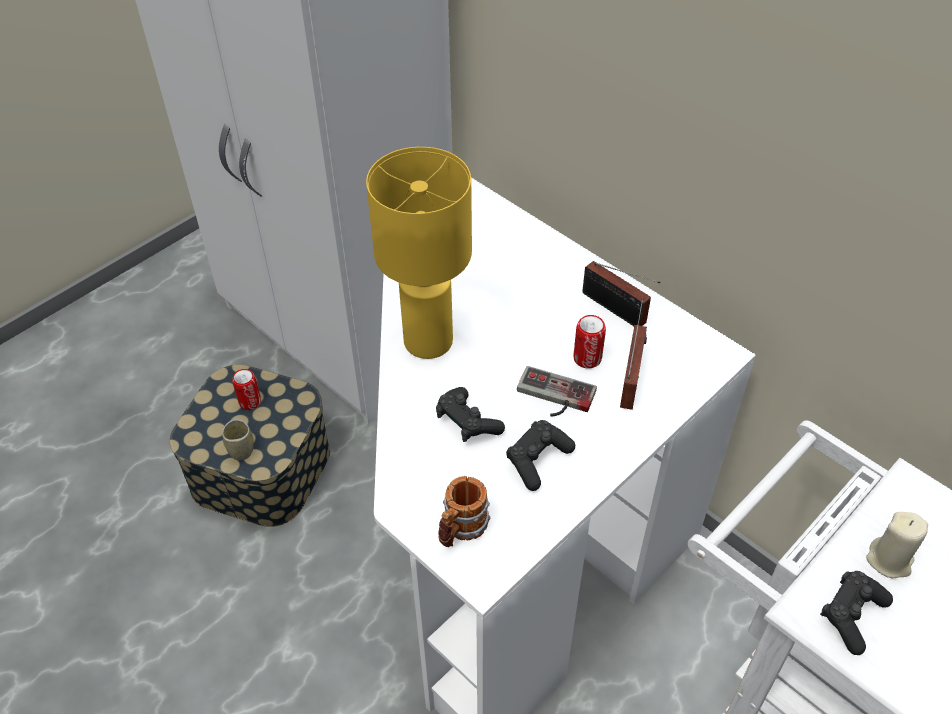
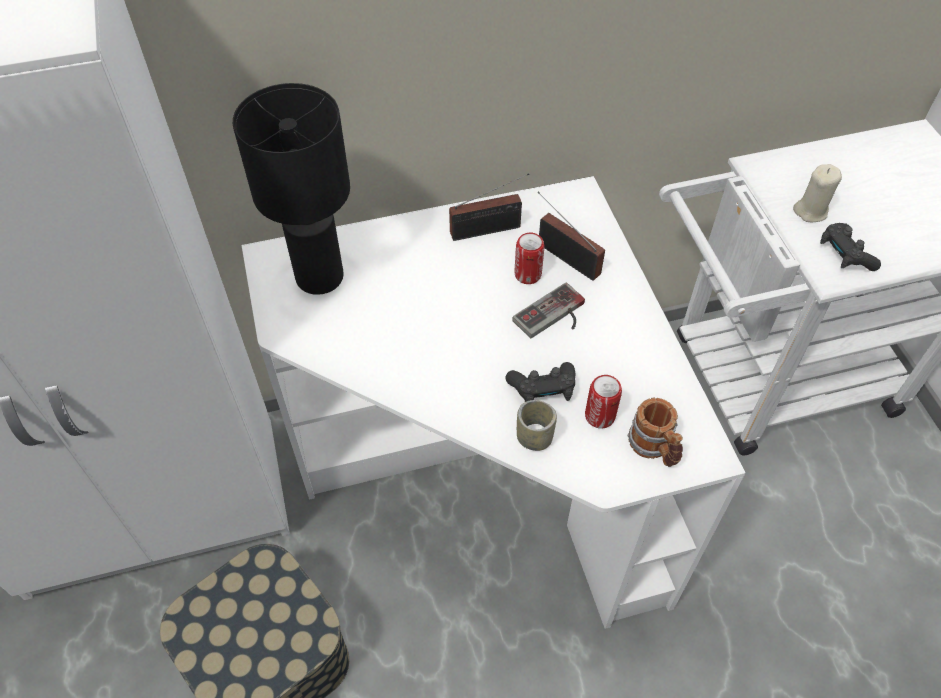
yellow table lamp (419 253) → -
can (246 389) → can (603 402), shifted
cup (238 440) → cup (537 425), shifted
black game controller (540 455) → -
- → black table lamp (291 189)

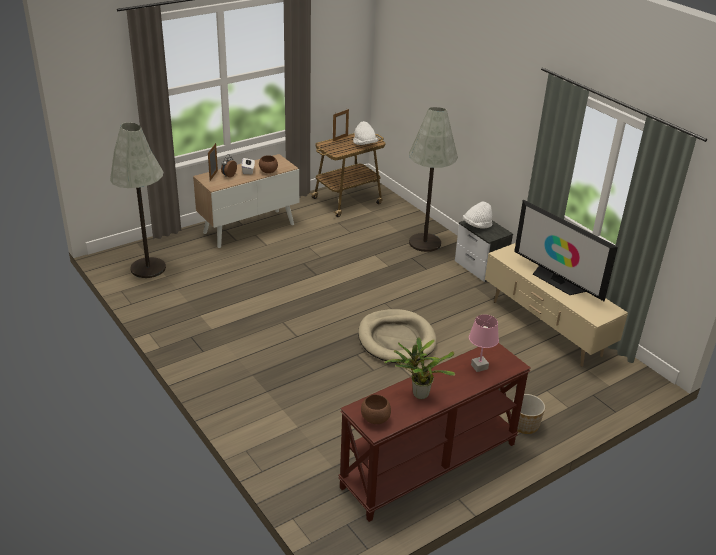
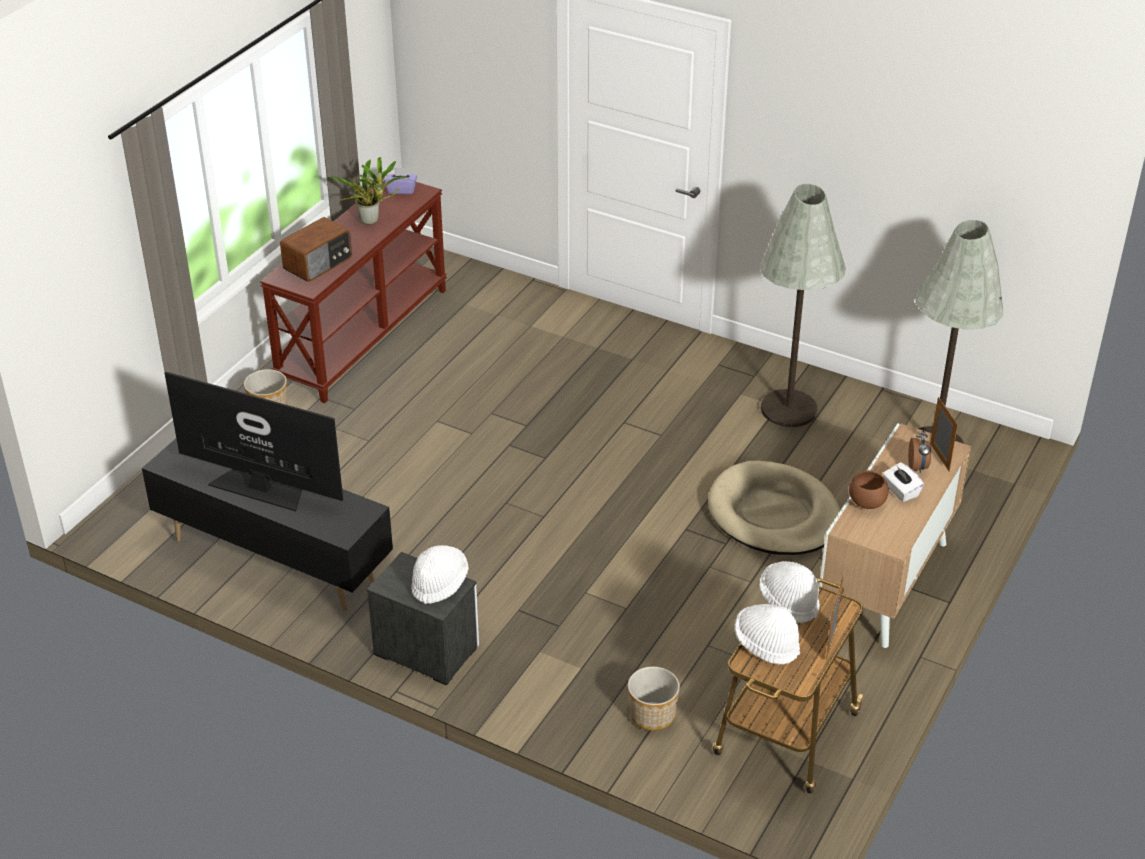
grey floor lamp (433 179) → grey floor lamp (803 305), shifted
beige tv stand (556 305) → black tv stand (267 525)
beige dog bed (397 336) → beige dog bed (774 508), shifted
pink table lamp (484 343) → radio (316 249)
brown bowl (376 409) → purple tissue box (400 180)
- → white hat (789 592)
- → planter (654 698)

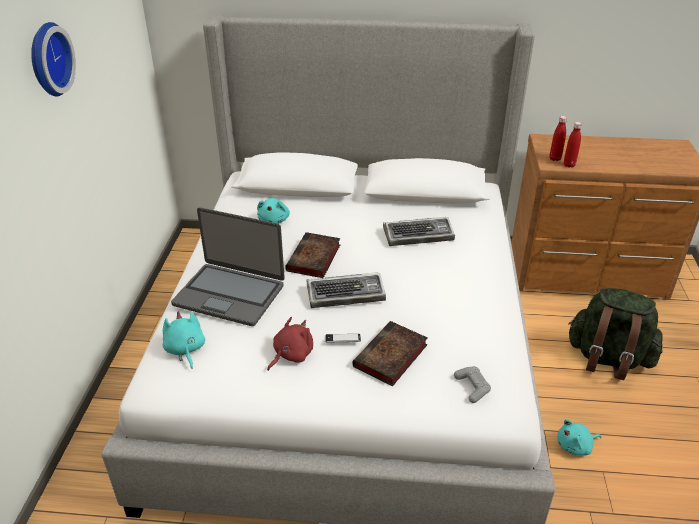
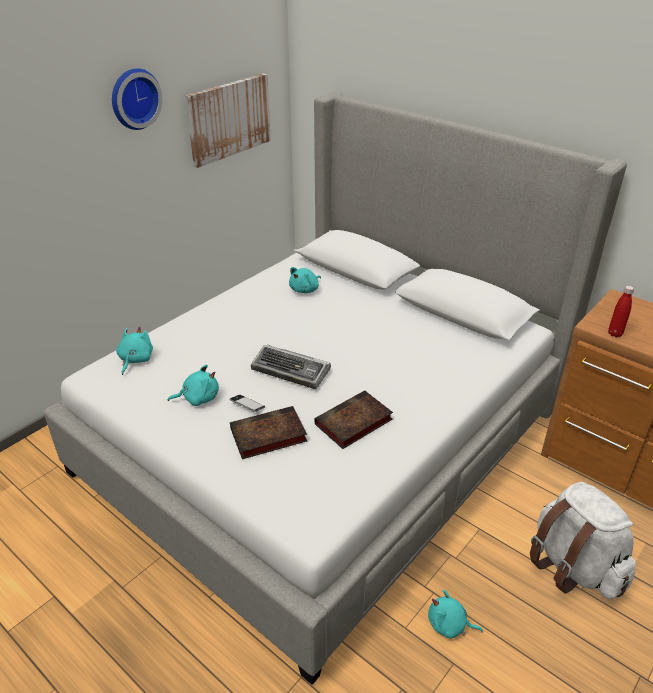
red bottle (558 138) → -
laptop (228 266) → -
keyboard (419 231) → -
book (312 255) → book (353 419), shifted
green backpack (615 334) → white backpack (583 540)
red plush toy (290 344) → turquoise plush toy (193 385)
grey game controller (472 384) → -
- → picture (228 121)

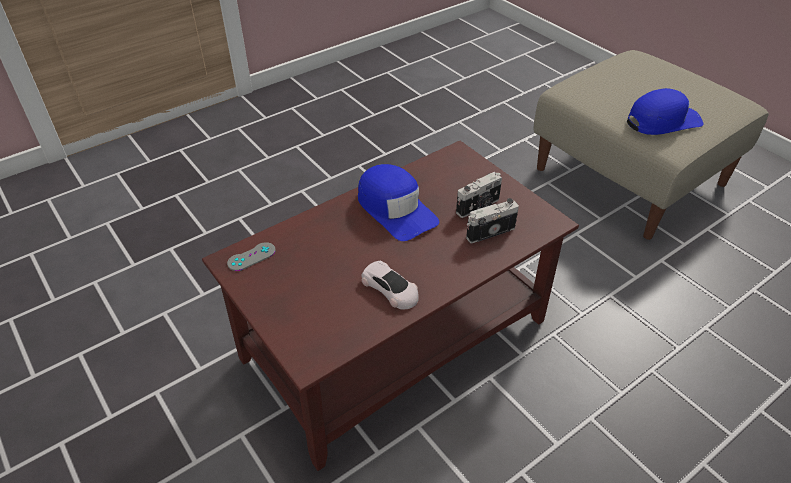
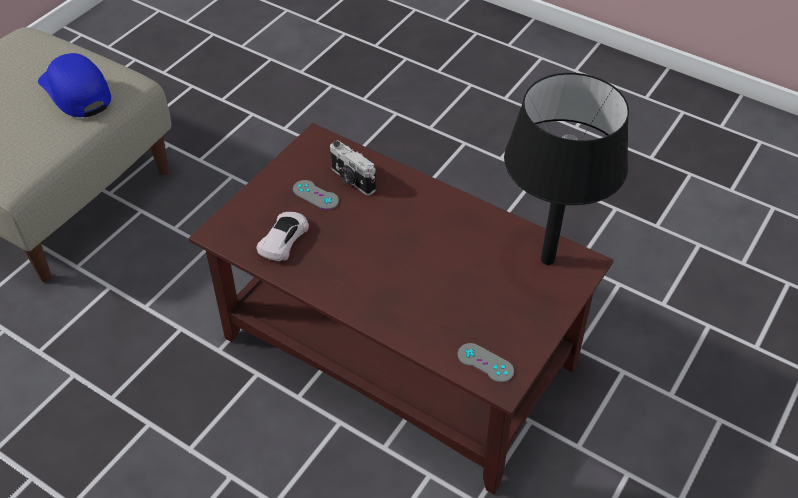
blue cap (398 202) → -
photo camera (479 195) → grey game controller (316 195)
white toy car (390 285) → white toy car (282 236), shifted
- → black table lamp (566 169)

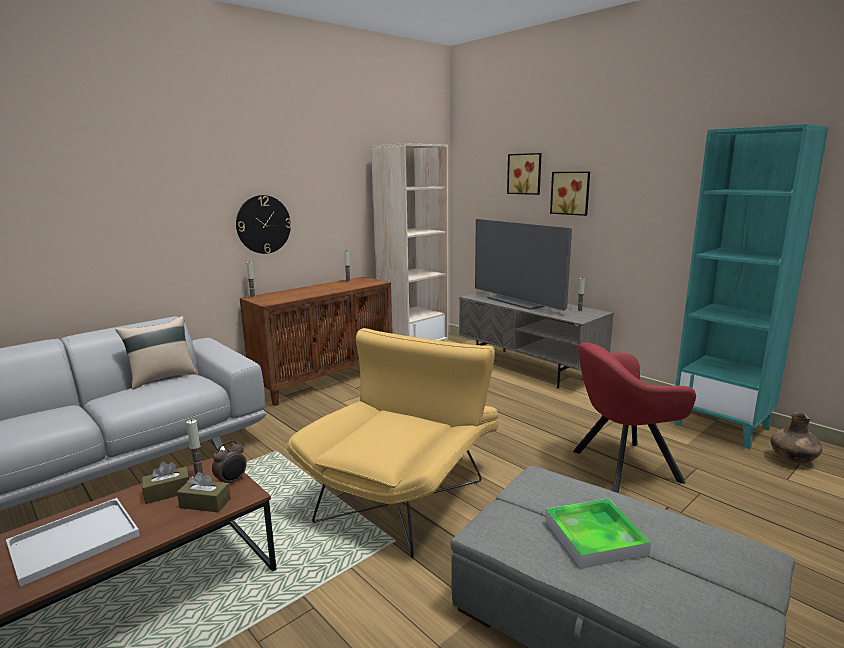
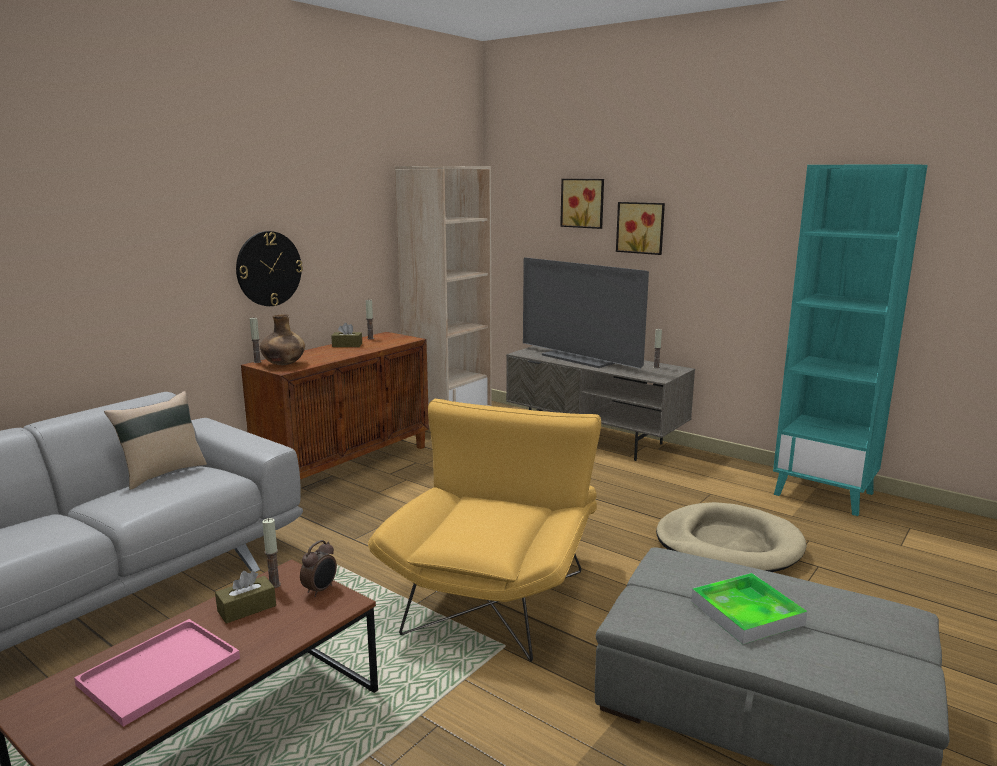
red armchair (634 417) → beige dog bed (731 537)
brown vase (796 438) → brown vase (282 339), shifted
brown tissue box (204 492) → brown tissue box (346 335), shifted
white tray (73 542) → pink tray (157 673)

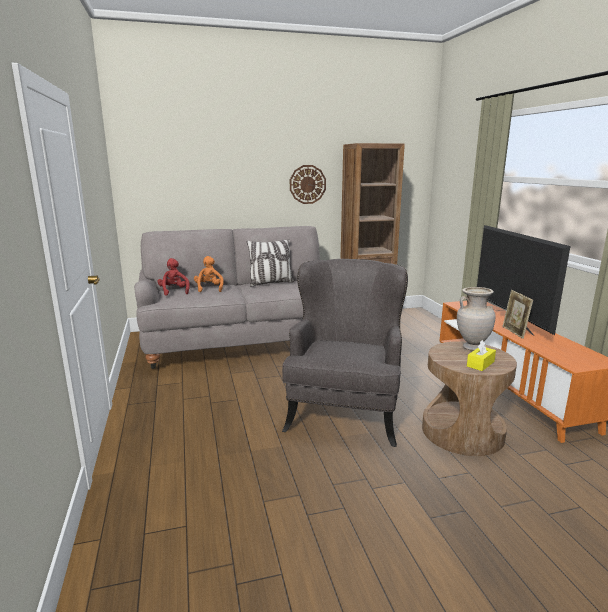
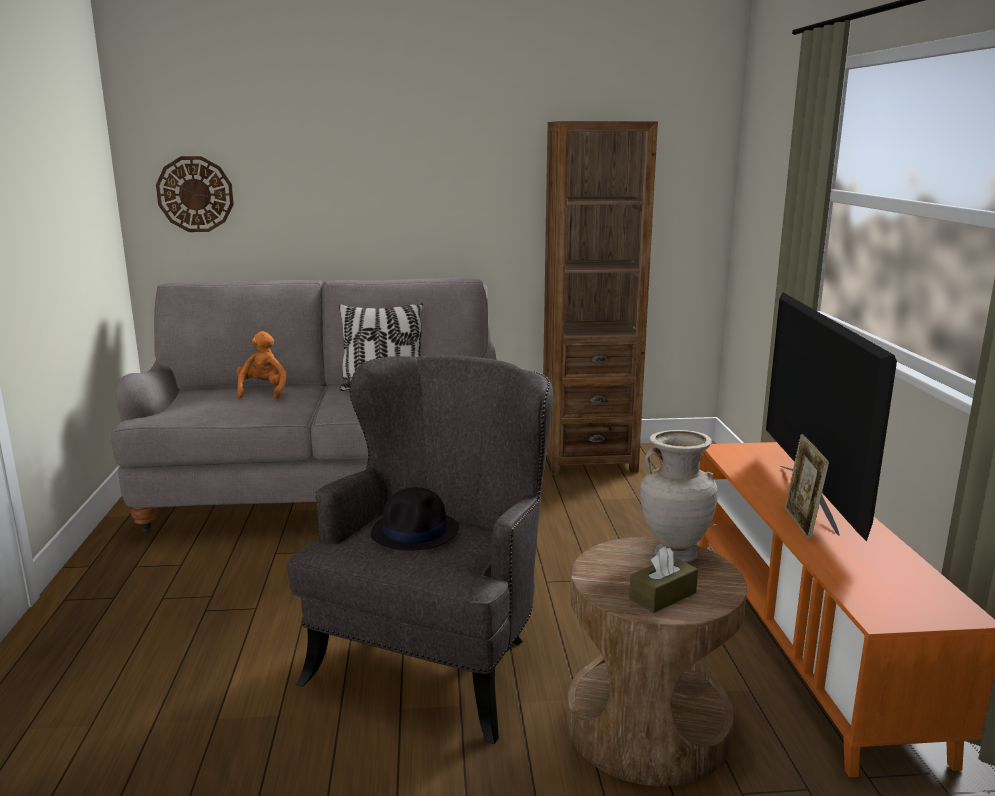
wall clock (308 184) → wall clock (195 194), shifted
red plush toy (173 277) → -
yellow tissue box (481 355) → brown tissue box (663 579)
- → black hat (415 519)

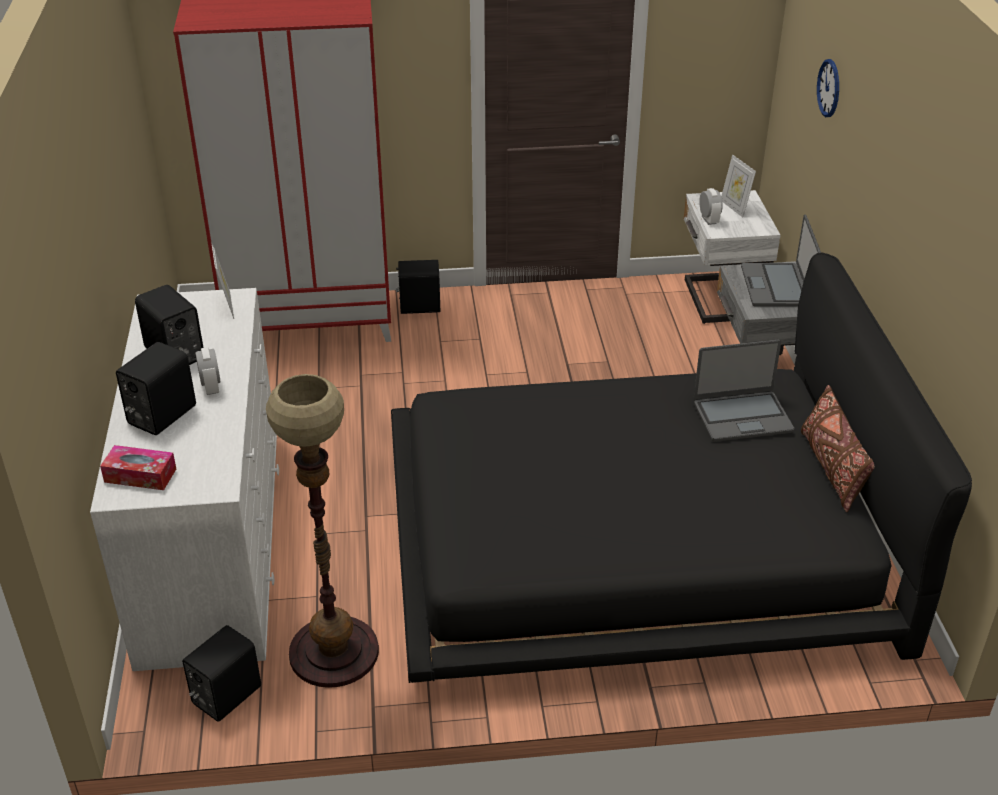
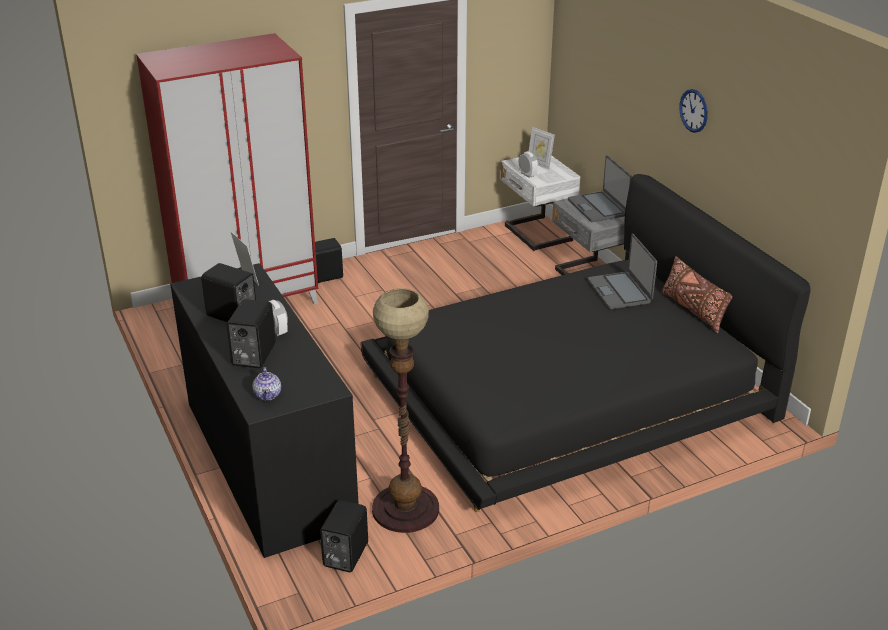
wall clock (828 88) → wall clock (693 111), shifted
white dresser (184 479) → black dresser (264 410)
laptop (744 391) → laptop (622 271), 105 degrees clockwise
tissue box (138 467) → teapot (266 384)

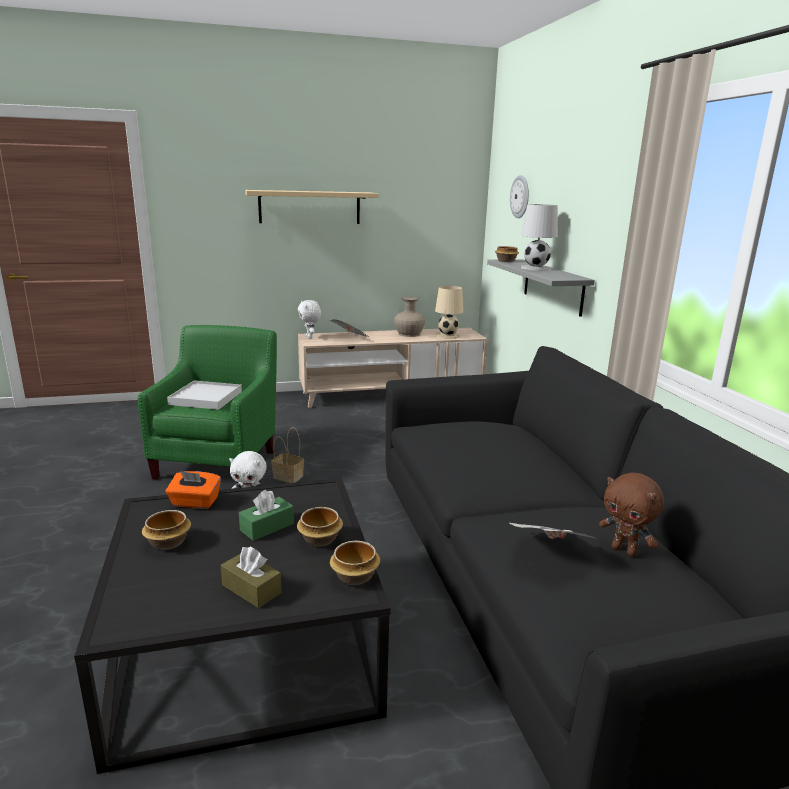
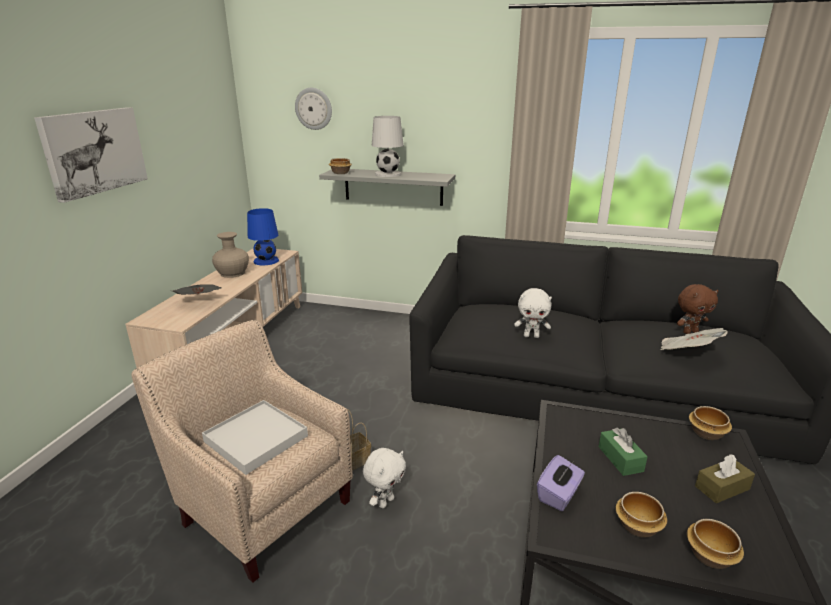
beige shelf (312 207) → picture (91 155)
beige table lamp (449 312) → blue table lamp (263 236)
white plush toy (309 319) → white plush toy (533 313), shifted
green armchair (207 406) → beige armchair (242 451)
orange tissue box (193 490) → purple tissue box (561 483)
bowl (320 526) → bowl (715 544), shifted

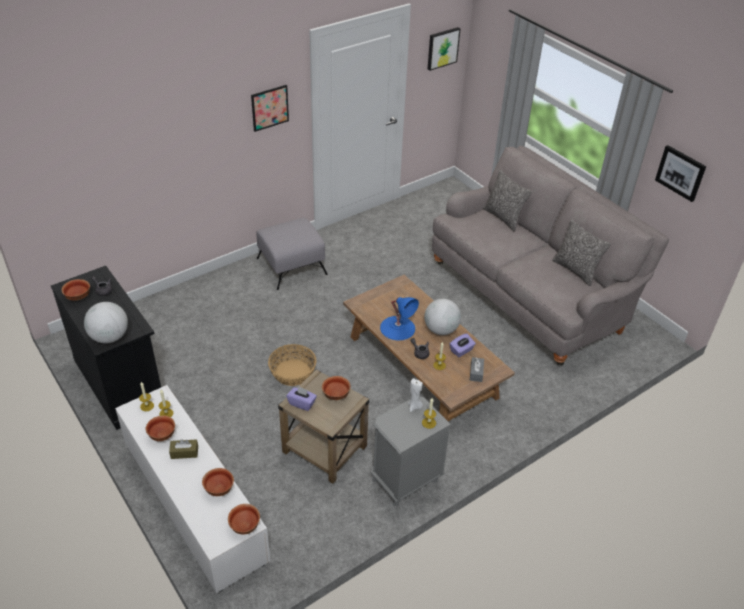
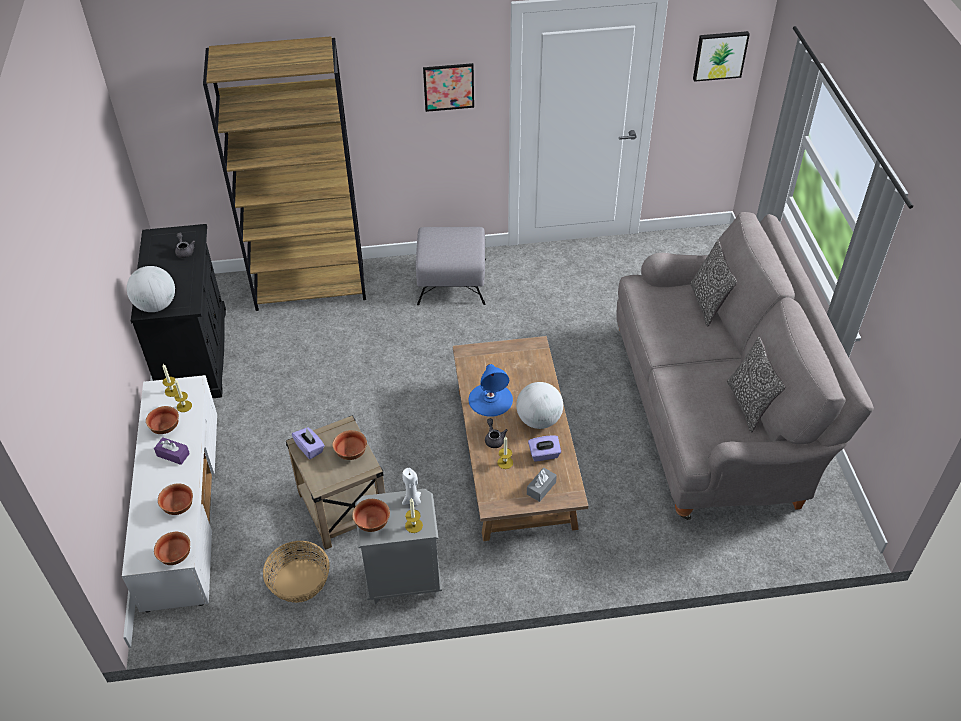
picture (680 173) → -
bowl (76 290) → bowl (371 515), shifted
basket (292 365) → basket (296 572), shifted
brown tissue box (183 449) → purple tissue box (172 451)
- → brown bookcase (284 173)

